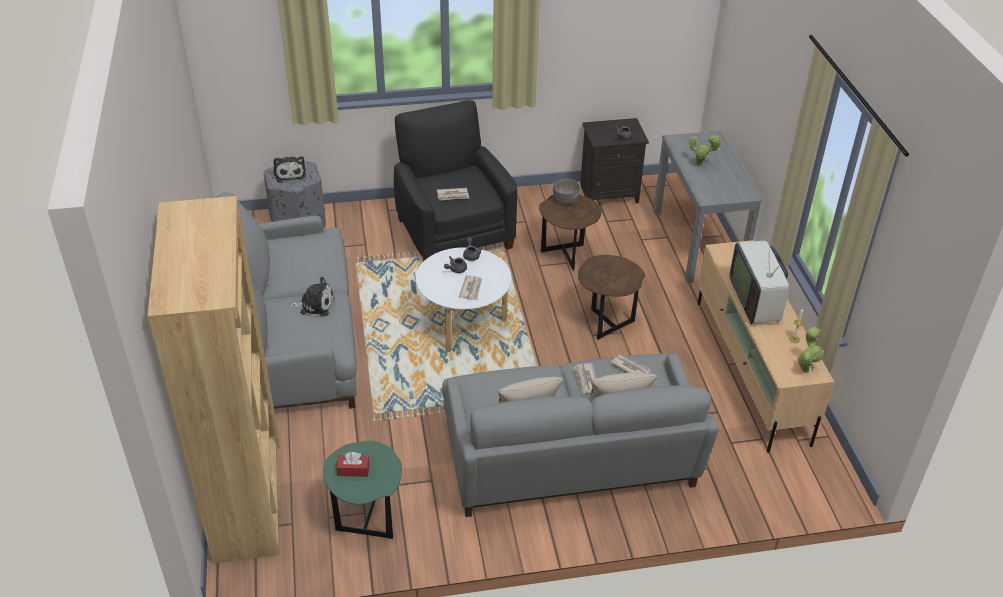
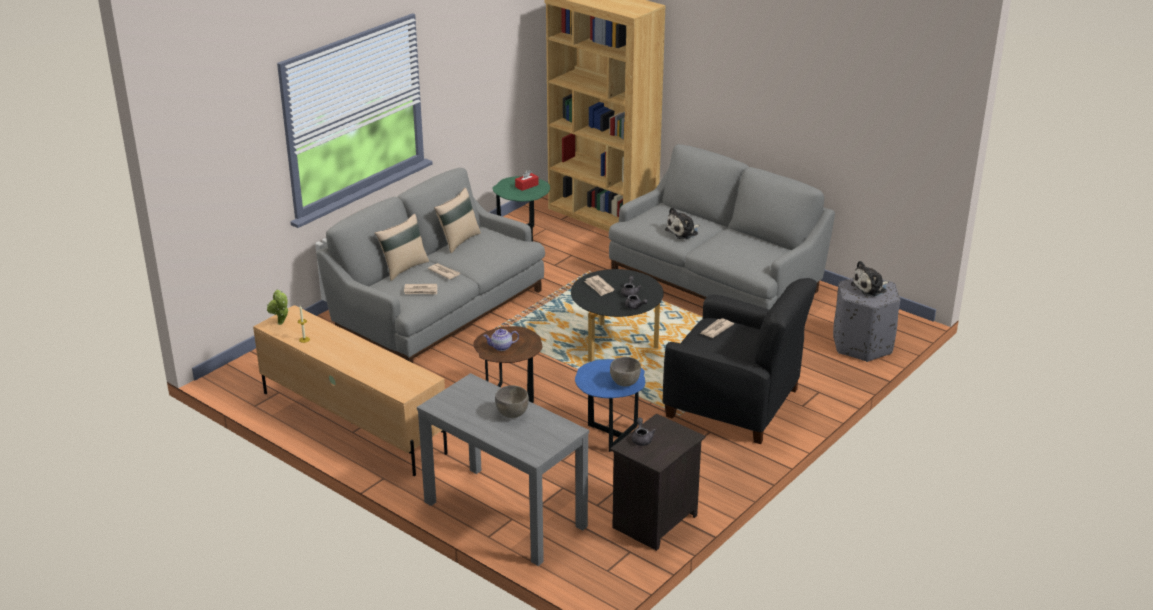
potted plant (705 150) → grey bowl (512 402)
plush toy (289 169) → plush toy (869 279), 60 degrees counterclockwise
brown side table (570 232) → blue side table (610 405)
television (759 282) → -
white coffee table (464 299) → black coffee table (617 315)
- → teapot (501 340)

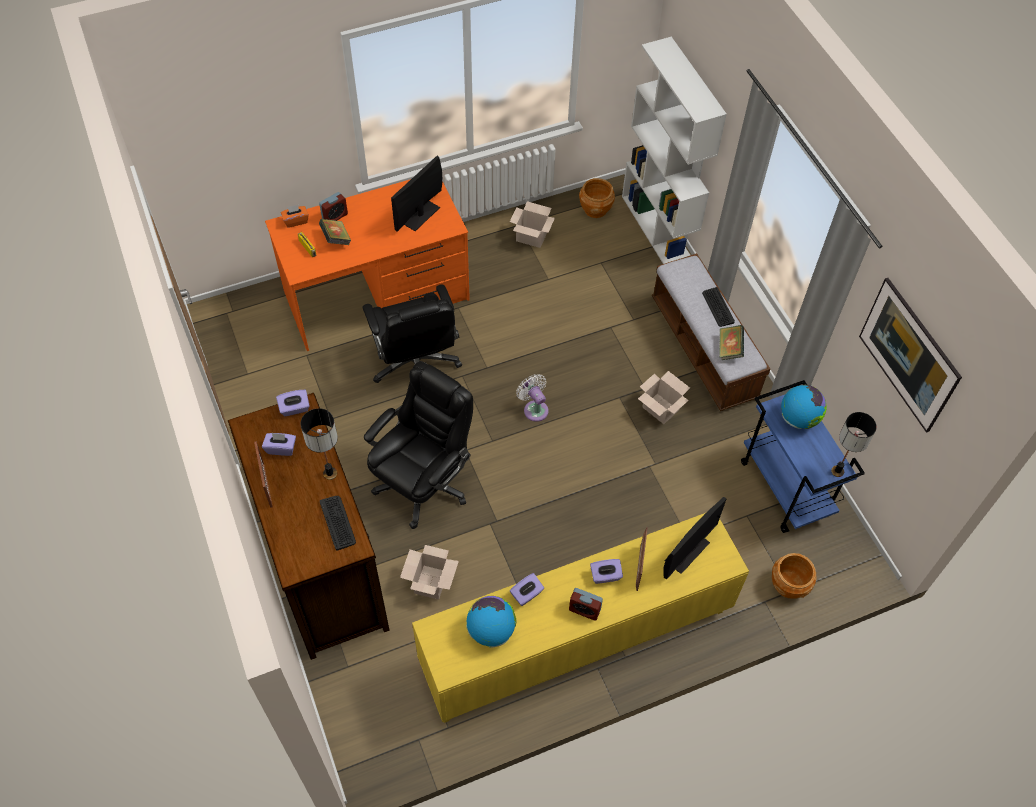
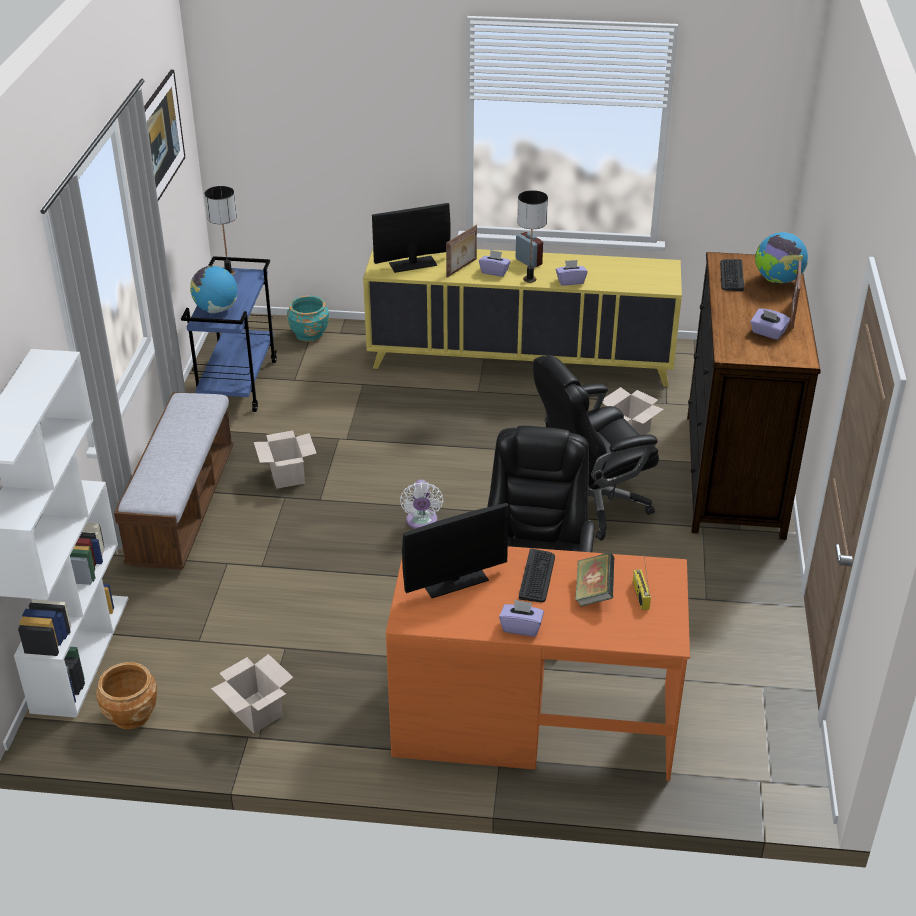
alarm clock (333 206) → -
orange tissue box (295 216) → -
keyboard (718 307) → keyboard (537 575), shifted
book (731 342) → -
purple tissue box (293 403) → purple tissue box (521 618), shifted
table lamp (319 444) → table lamp (532 236), shifted
brown planter (794 575) → turquoise planter (307 318)
globe (491 622) → globe (781 257), shifted

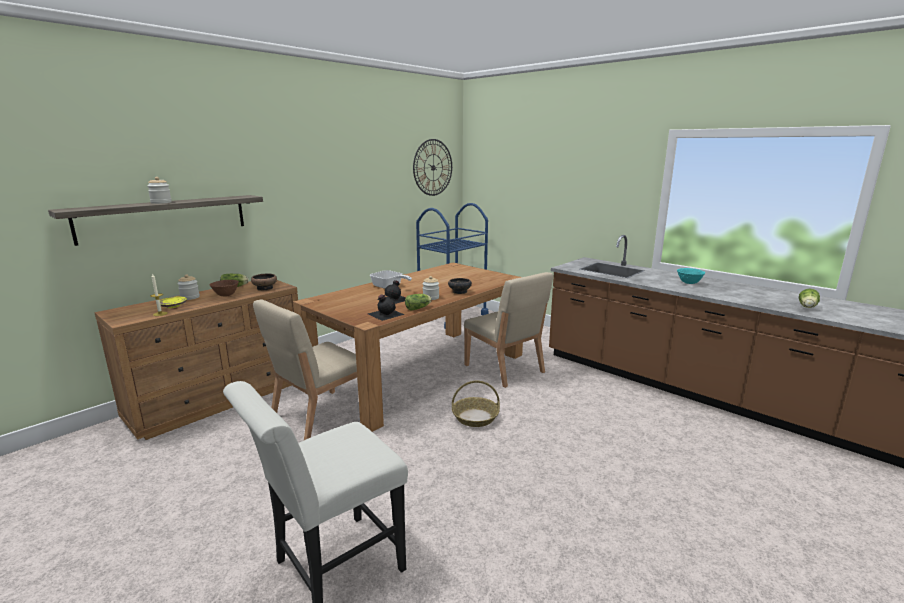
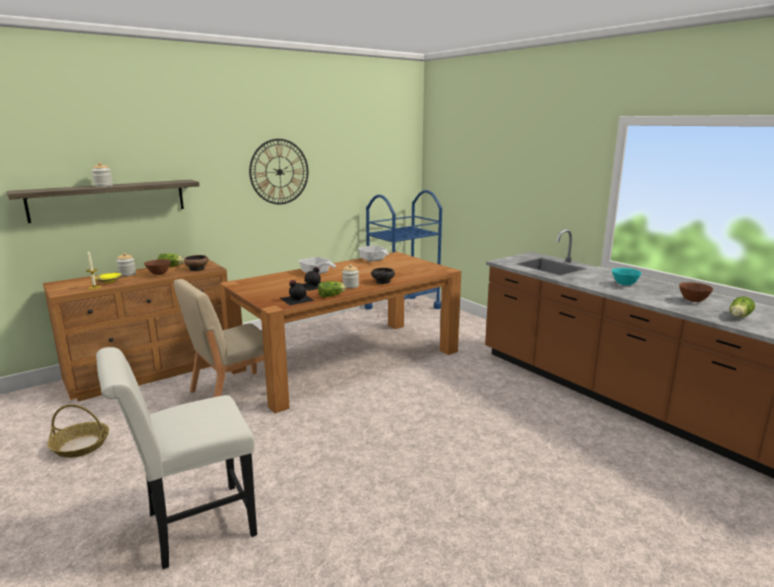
wall clock (432 167) → wall clock (278 171), shifted
beige chair (508 330) → -
basket (476 404) → basket (78 431), shifted
- → frying pan (373 253)
- → brown bowl (696 292)

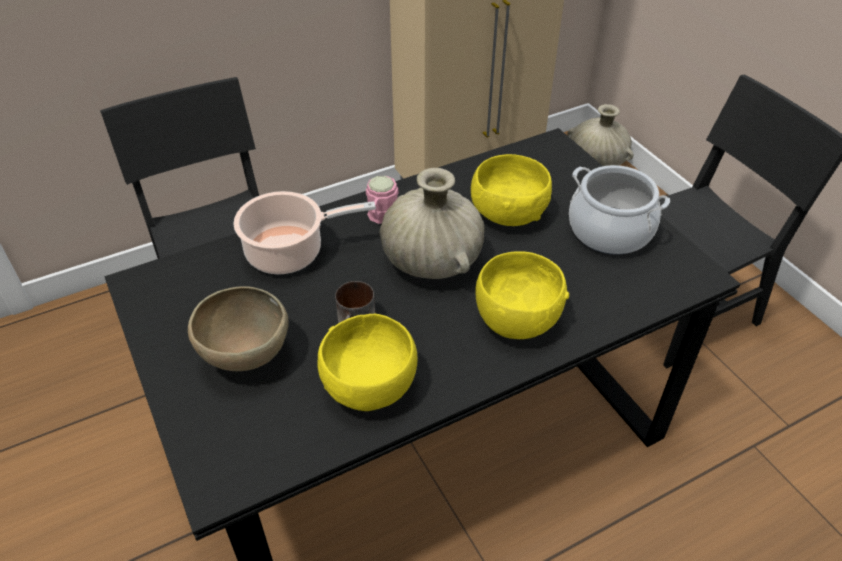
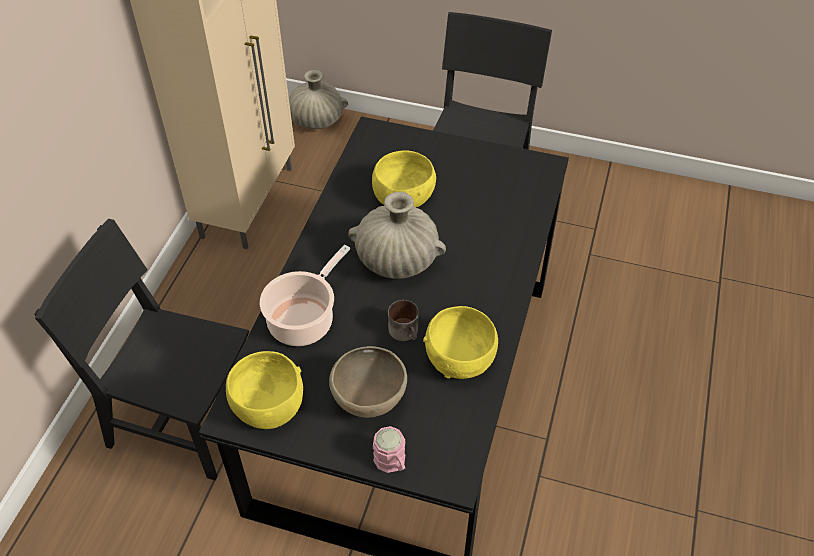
cooking pot (619 210) → -
pink mug (382 200) → pink mug (389 449), shifted
yellow bowl (522 295) → yellow bowl (264 390), shifted

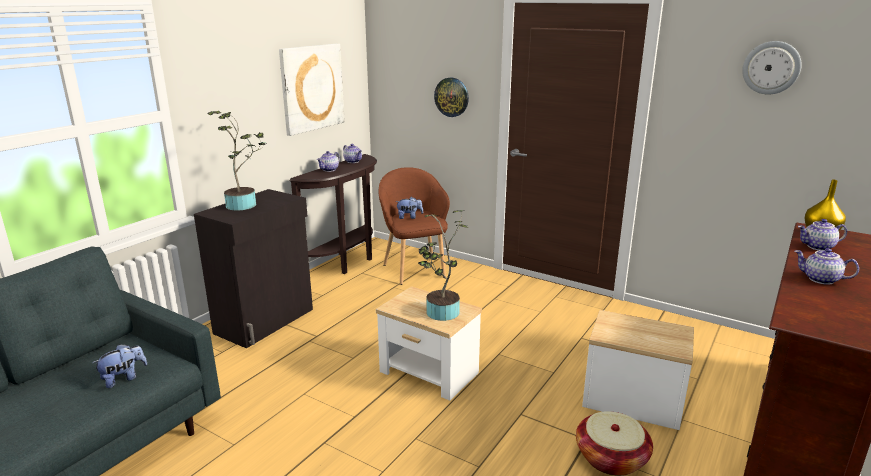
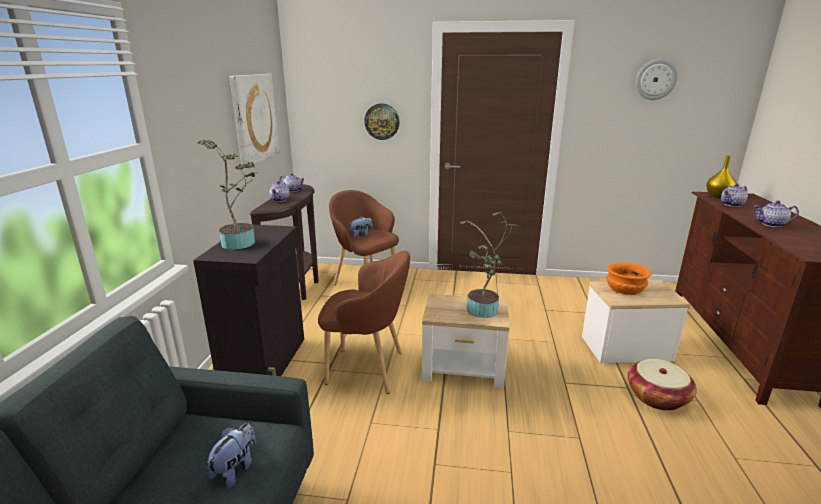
- → brown armchair (364 322)
- → orange bowl (629 278)

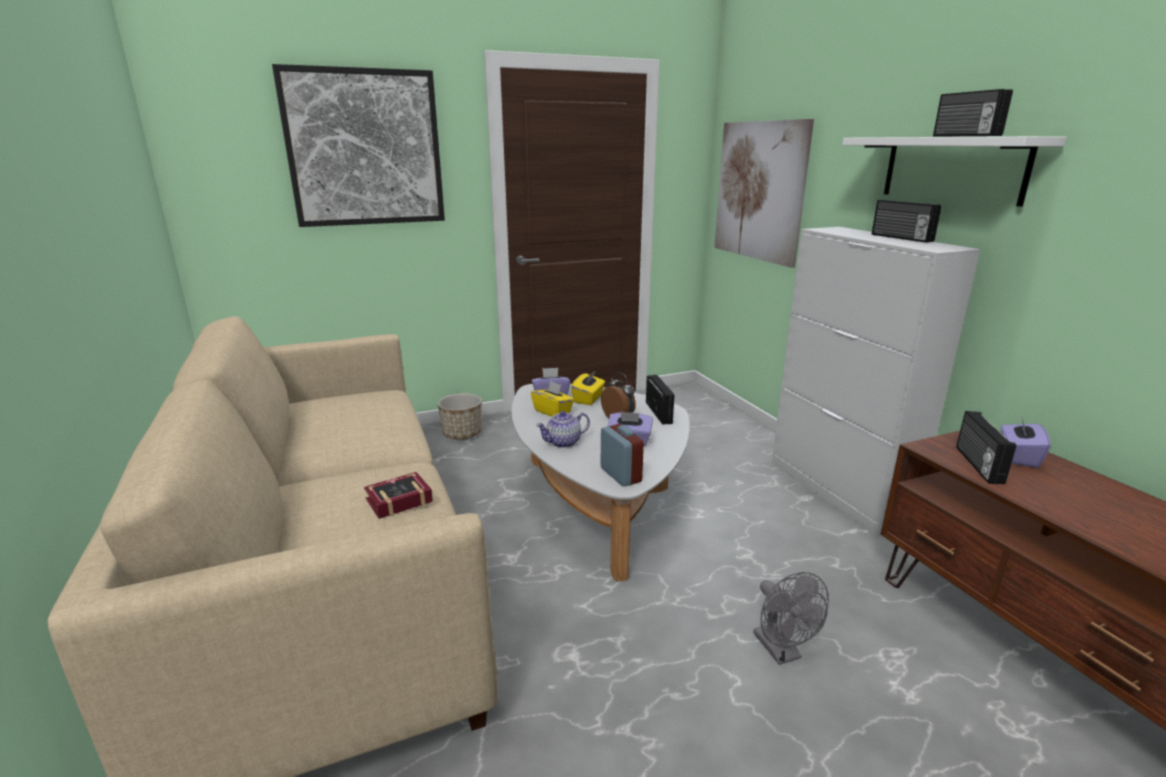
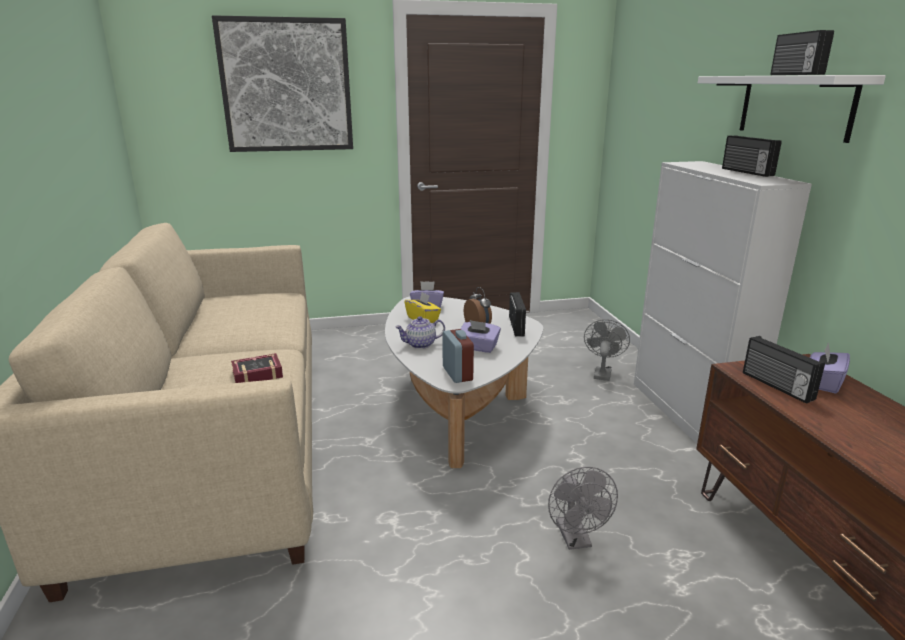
picture (764 193) → -
yellow tissue box (588 387) → -
planter (460 416) → -
radio (986 447) → radio (784 370), 45 degrees counterclockwise
- → grey fan (607 350)

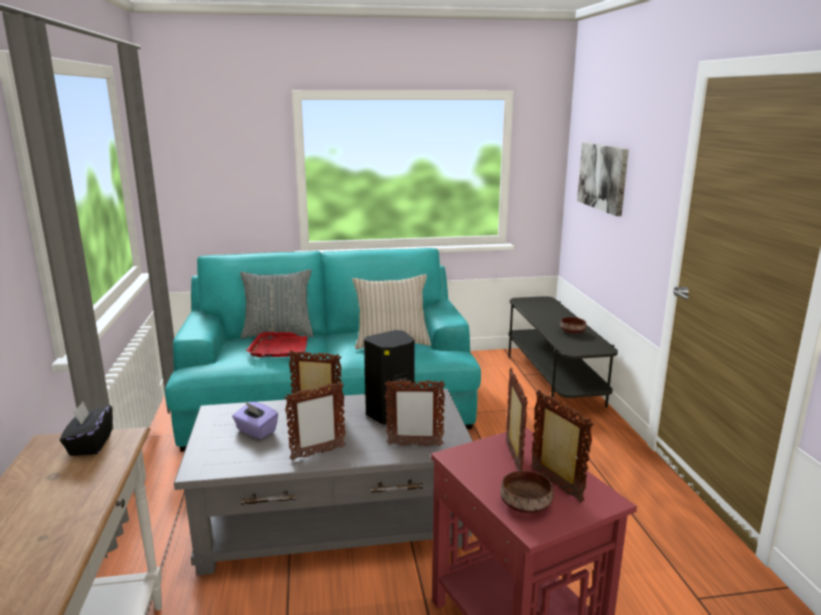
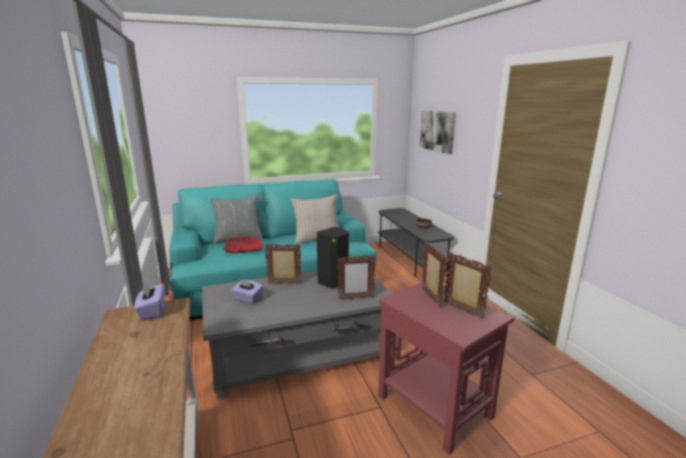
picture frame (315 421) → -
black tissue box (86 429) → purple tissue box (149 301)
brown bowl (527 492) → -

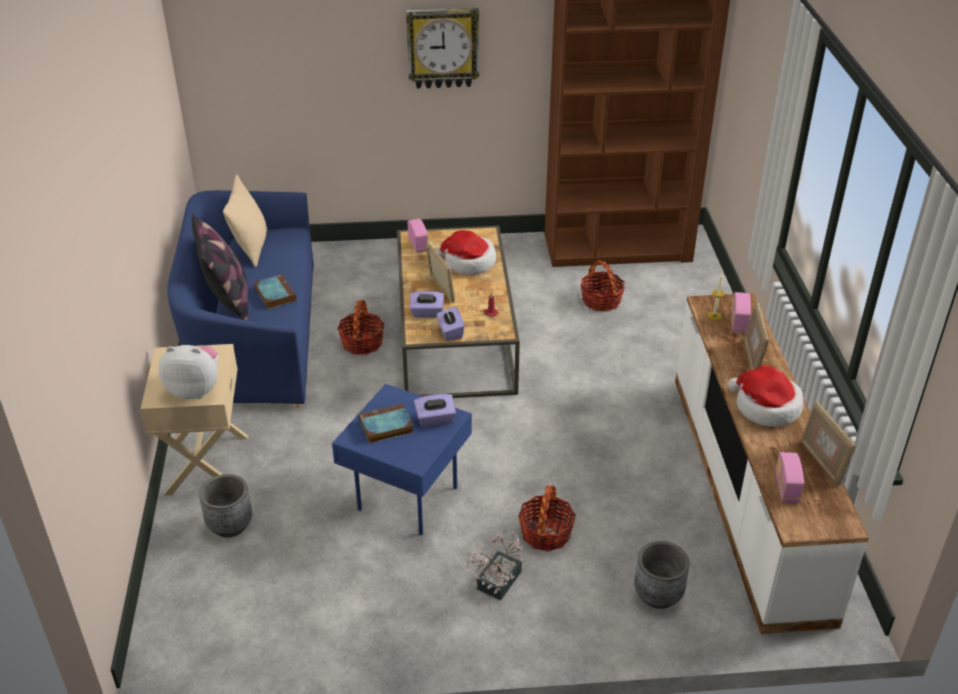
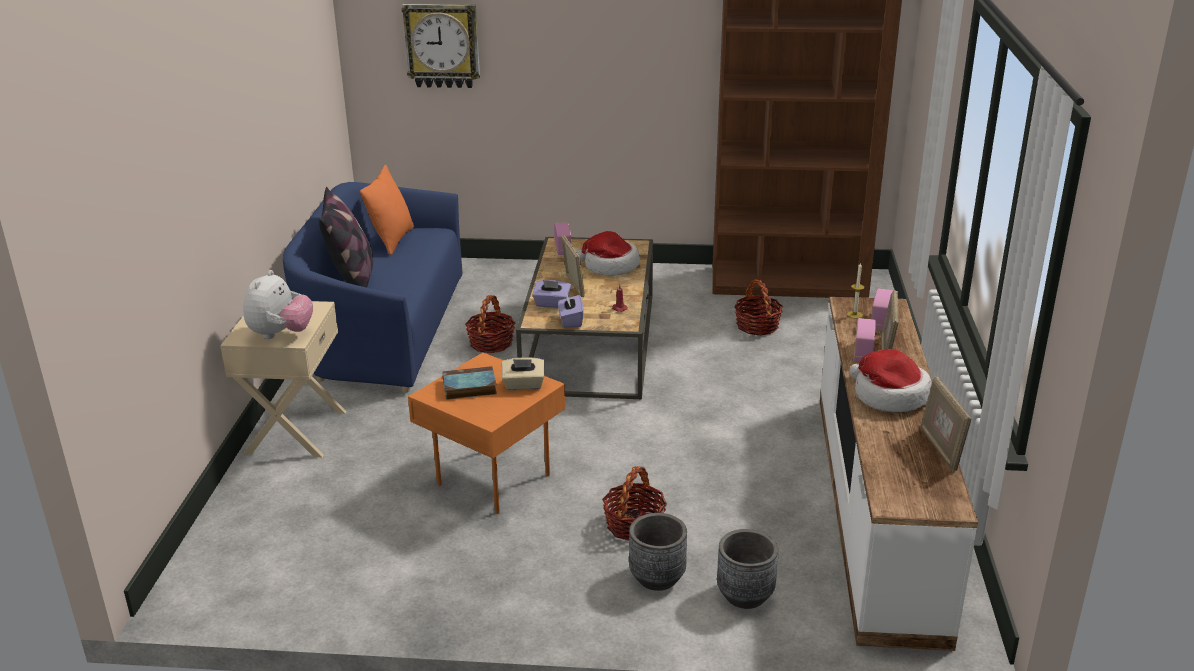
wall clock (442 48) → wall clock (441 46), shifted
beige pillow (245 220) → orange pillow (387 210)
book (275 291) → -
plush toy (188 372) → plush toy (278 304), 90 degrees clockwise
blue side table (402 459) → orange side table (486 433)
purple tissue box (435 410) → beige tissue box (523 374)
radio (789 477) → radio (865 340), shifted
grey planter (225 506) → grey planter (658 552), shifted
potted plant (494 565) → -

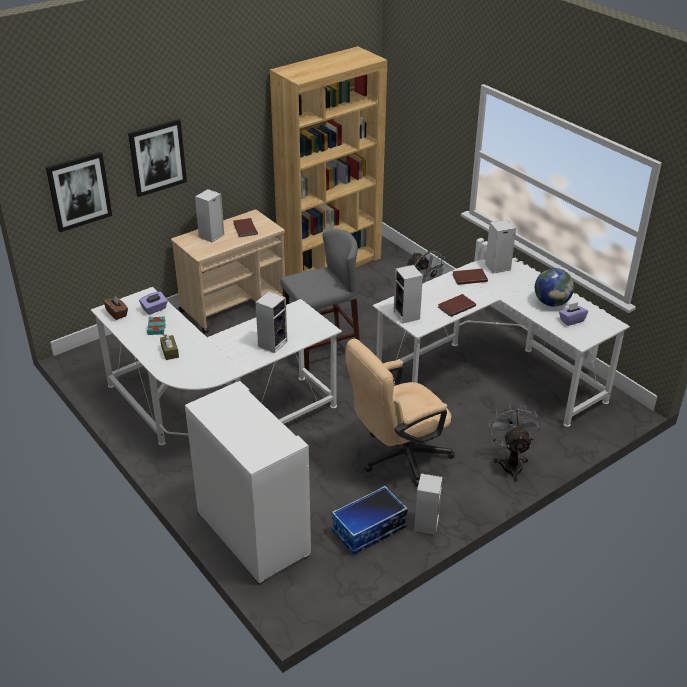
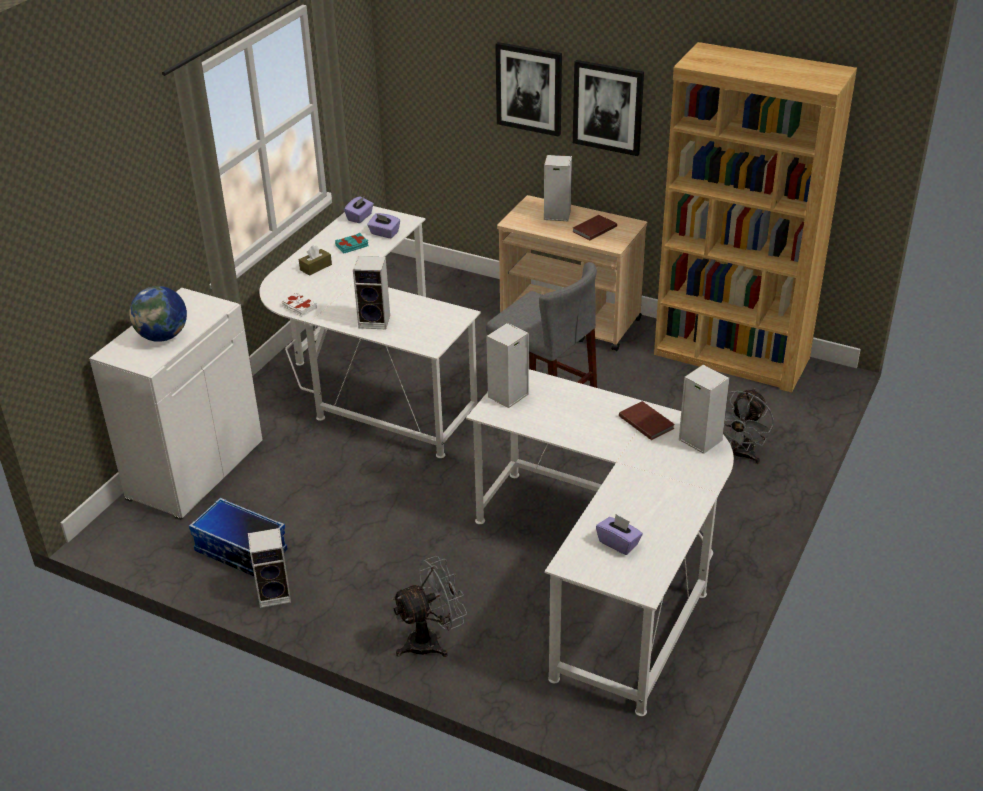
picture (79 192) → picture (608 108), shifted
globe (554 287) → globe (158 314), shifted
brown book (457 305) → -
brown tissue box (115 308) → purple tissue box (359 209)
beige office chair (400 412) → -
- → white book (299 304)

